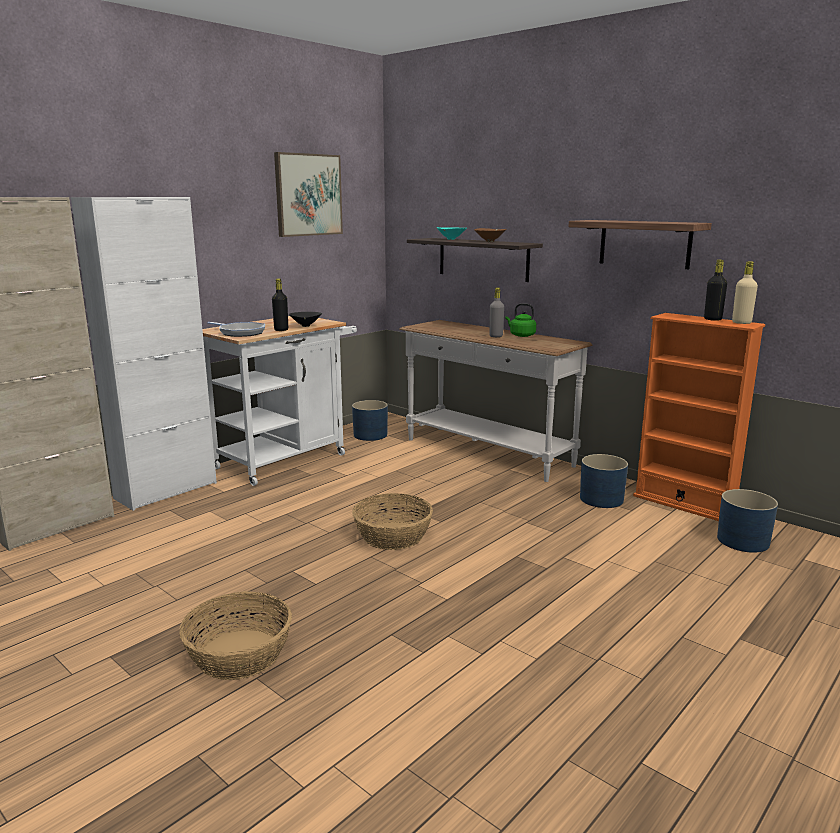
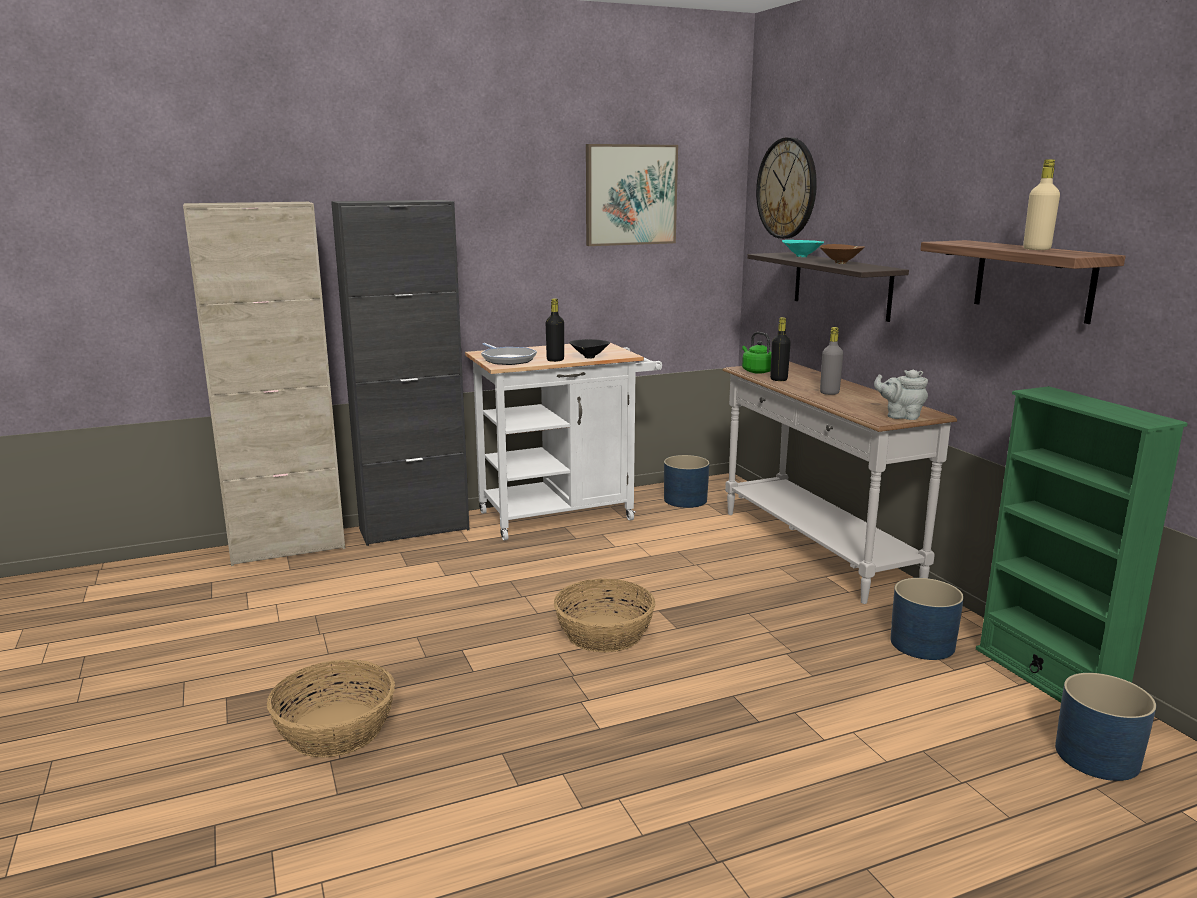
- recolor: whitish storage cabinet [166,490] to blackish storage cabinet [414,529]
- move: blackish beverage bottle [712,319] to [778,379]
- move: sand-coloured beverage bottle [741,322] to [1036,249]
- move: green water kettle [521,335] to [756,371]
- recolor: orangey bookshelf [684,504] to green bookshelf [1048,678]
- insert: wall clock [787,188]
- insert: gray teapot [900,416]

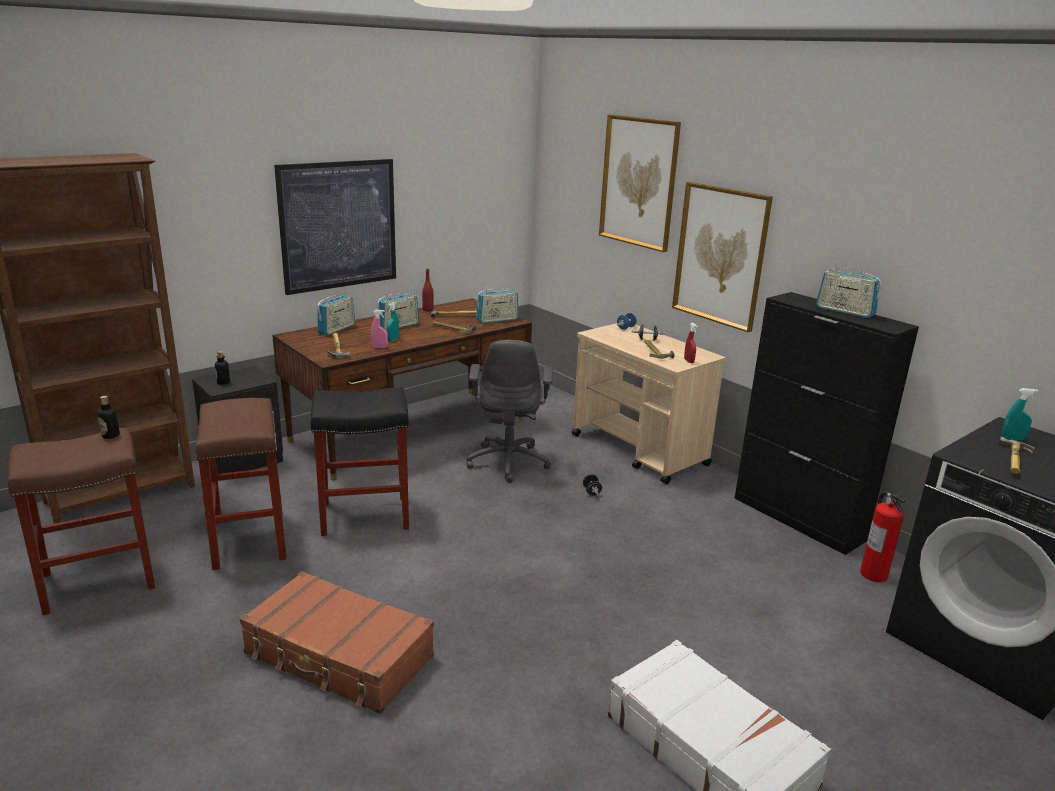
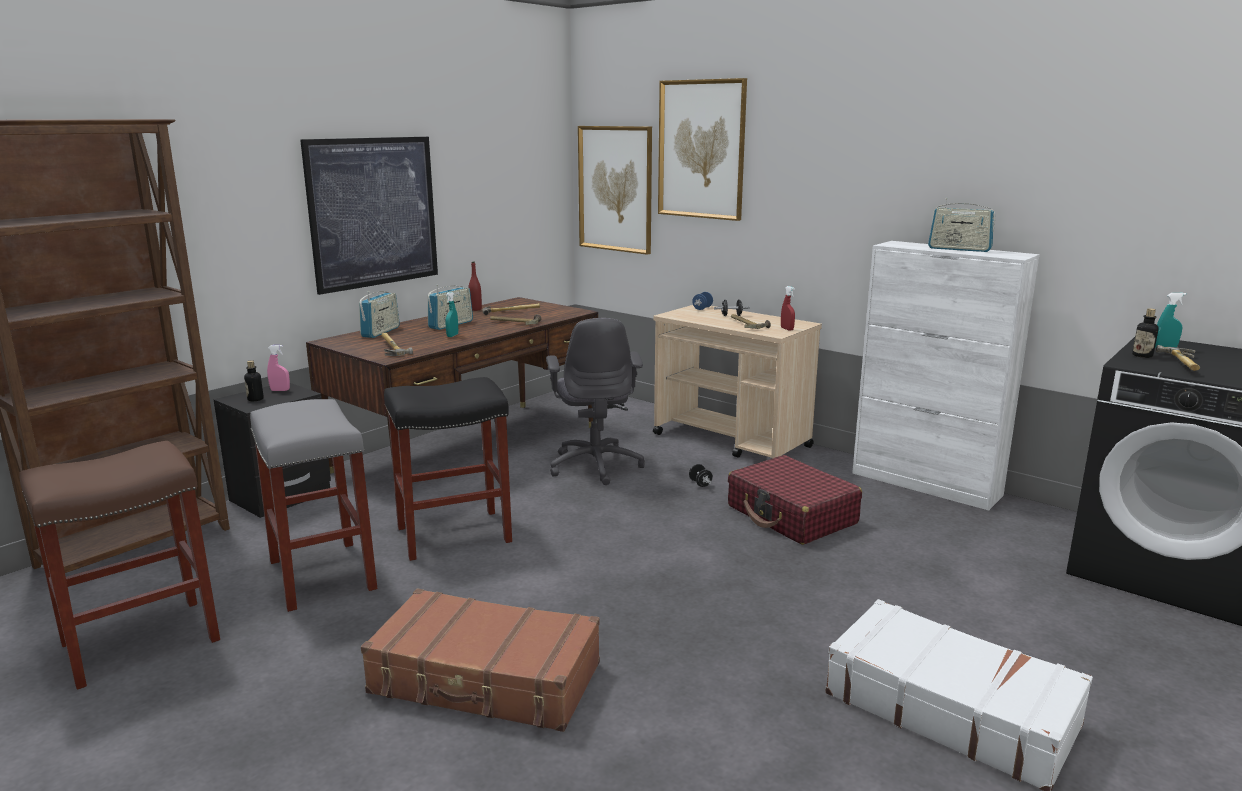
- move: wall art [720,255] to [615,189]
- delete: radio set [497,320]
- recolor: blackish storage cabinet [798,519] to whitish storage cabinet [926,484]
- move: pink sprayer [379,347] to [280,390]
- move: beverage bottle [111,435] to [1142,355]
- recolor: brownish stool seat [248,539] to gray stool seat [321,574]
- delete: fire-fighting cylinder [873,574]
- insert: red-coloured piece of luggage [791,515]

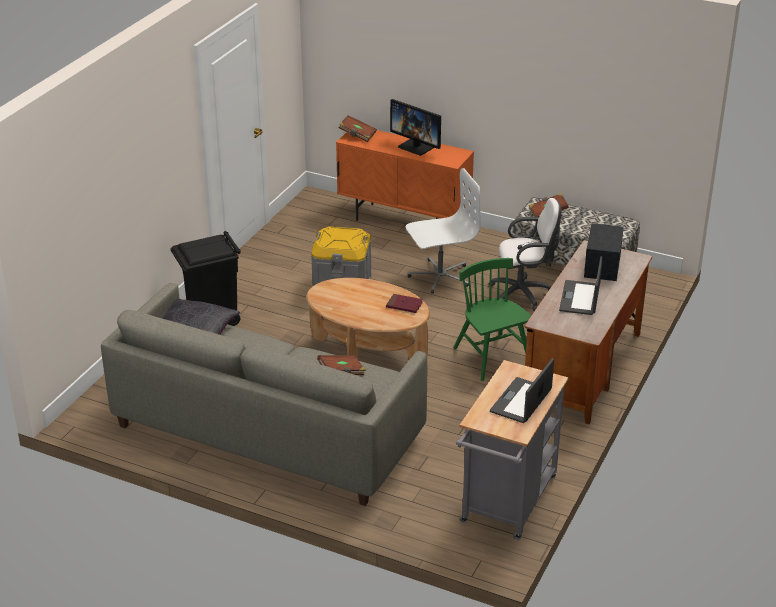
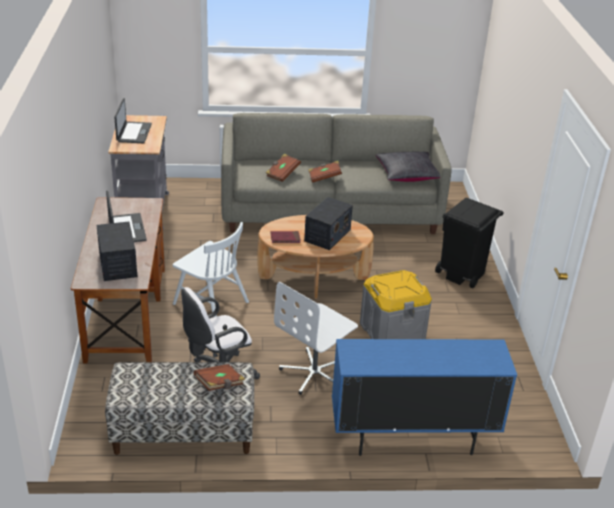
- delete: computer screen [417,147]
- move: brownish bound book [357,135] to [324,177]
- recolor: orangey storage cabinet [404,222] to blue-coloured storage cabinet [412,438]
- recolor: green chair [492,357] to whitish chair [210,303]
- insert: radio set [327,235]

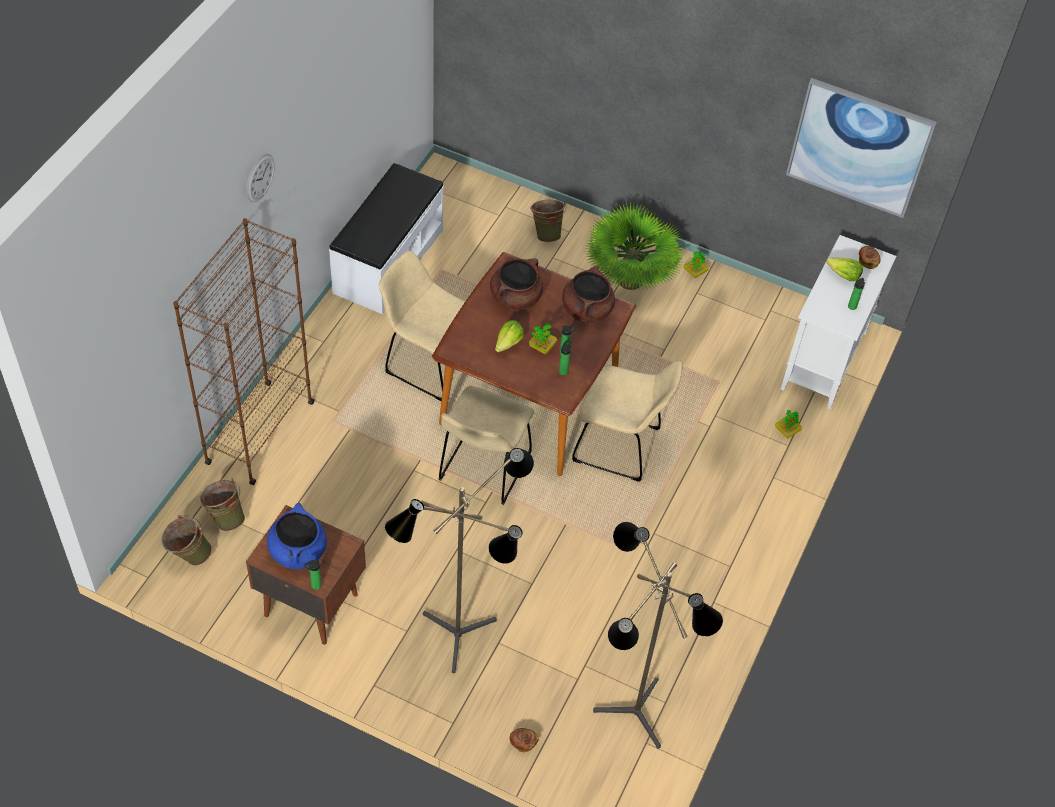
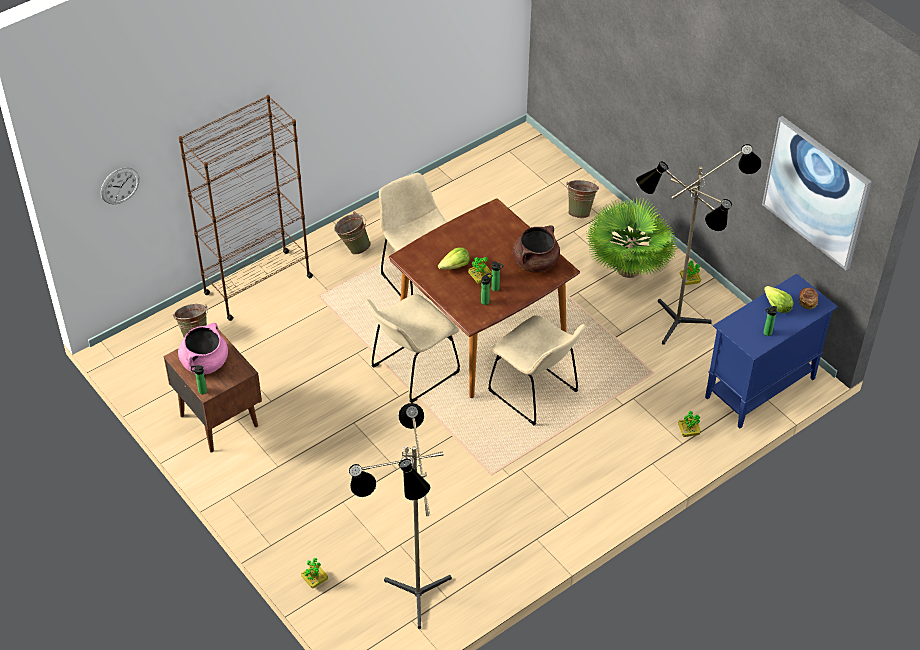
- move: wall clock [260,178] to [120,185]
- delete: whitish bench [387,261]
- recolor: whitish storage cabinet [823,361] to blue-coloured storage cabinet [759,388]
- delete: brownish stockpot [515,298]
- move: standing lamp [462,642] to [679,328]
- recolor: blue-coloured stockpot [298,551] to pink stockpot [205,362]
- move: green bucket [188,556] to [353,247]
- replace: bread [523,742] to houseplant [315,580]

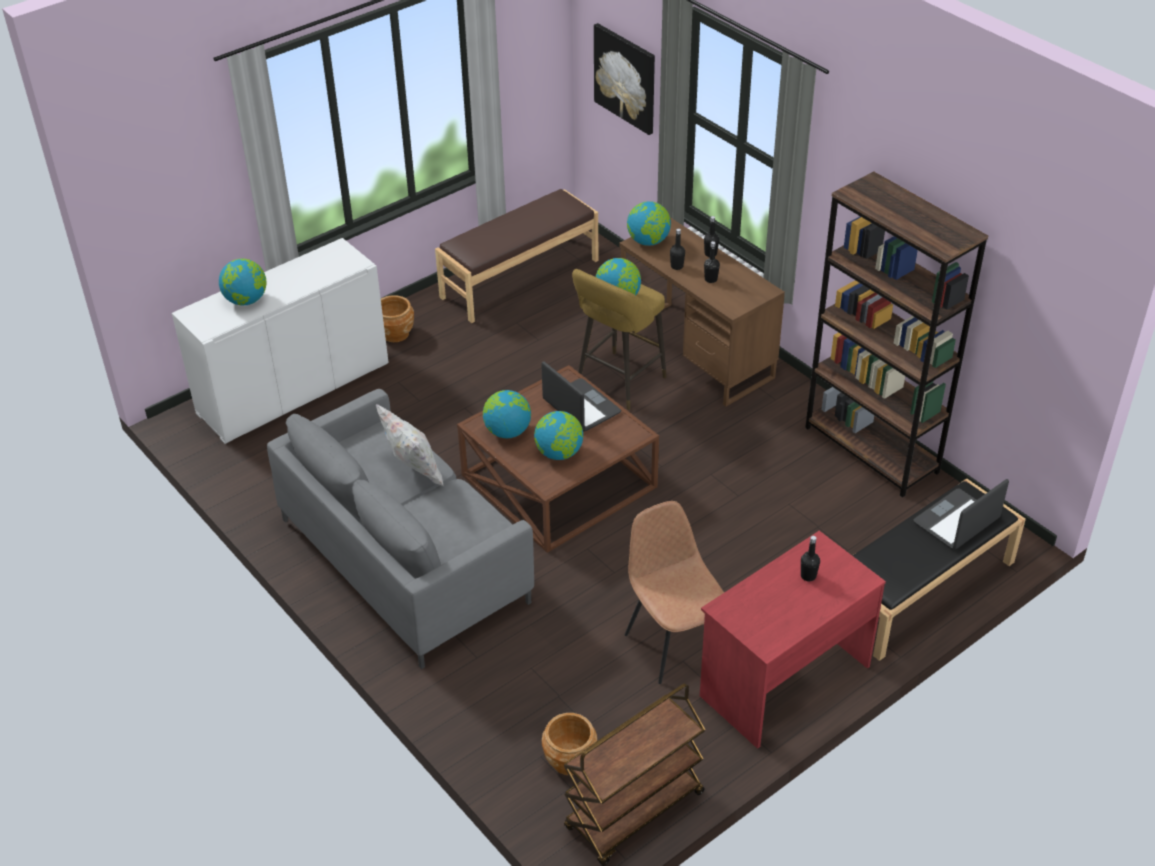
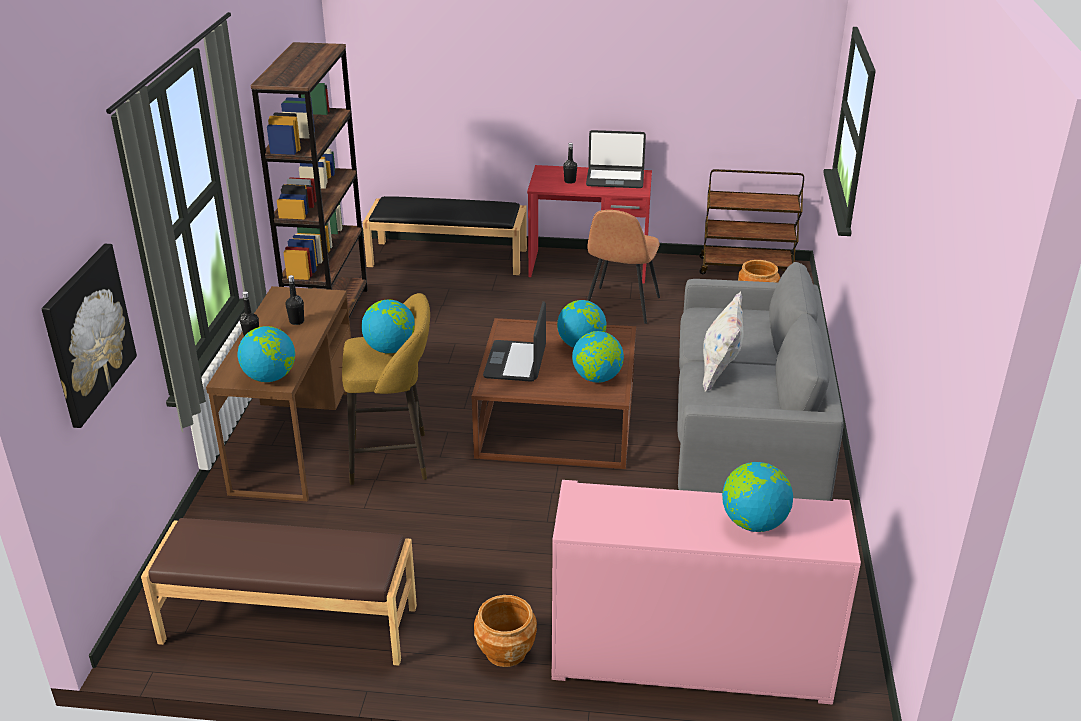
- delete: blackish beverage bottle [677,266]
- recolor: whitish storage cabinet [293,389] to pink storage cabinet [690,658]
- move: portable computer [957,521] to [615,179]

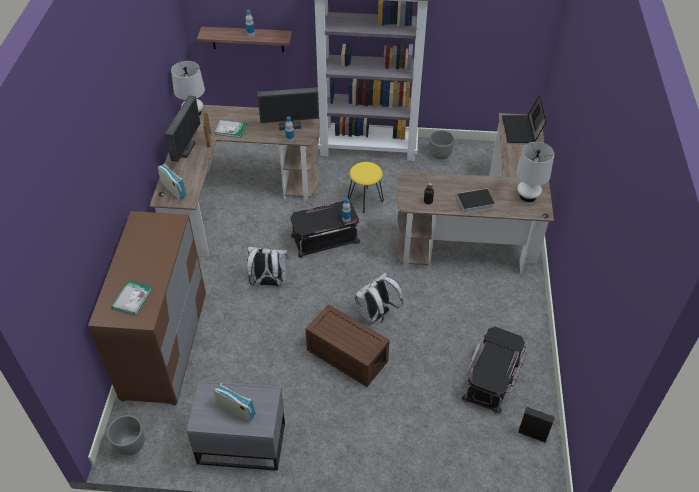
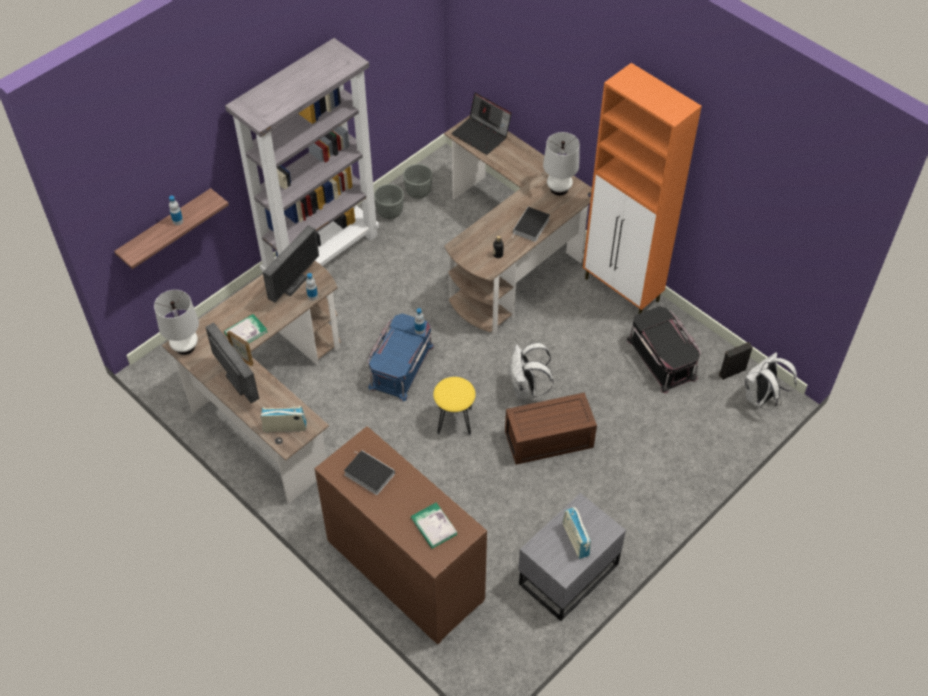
- move: yellow-coloured stool seat [365,200] to [455,420]
- recolor: blackish storage bin [325,238] to blue-coloured storage bin [400,366]
- move: whitish backpack [269,282] to [761,398]
- rotate: radio set [235,410] = [575,539] 90 degrees counterclockwise
- move: gray planter [130,444] to [418,192]
- insert: orangey storage cabinet [622,290]
- insert: bound book [368,473]

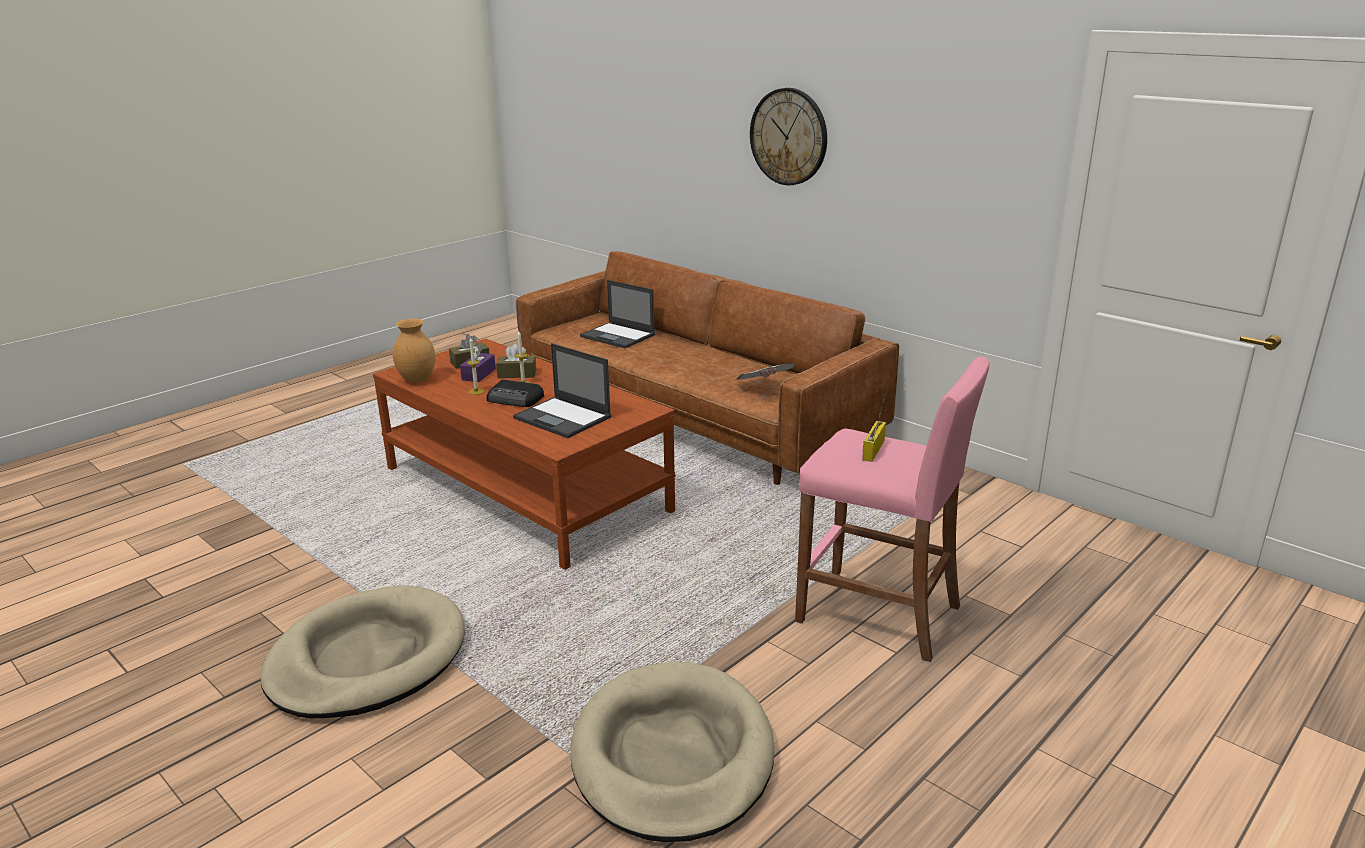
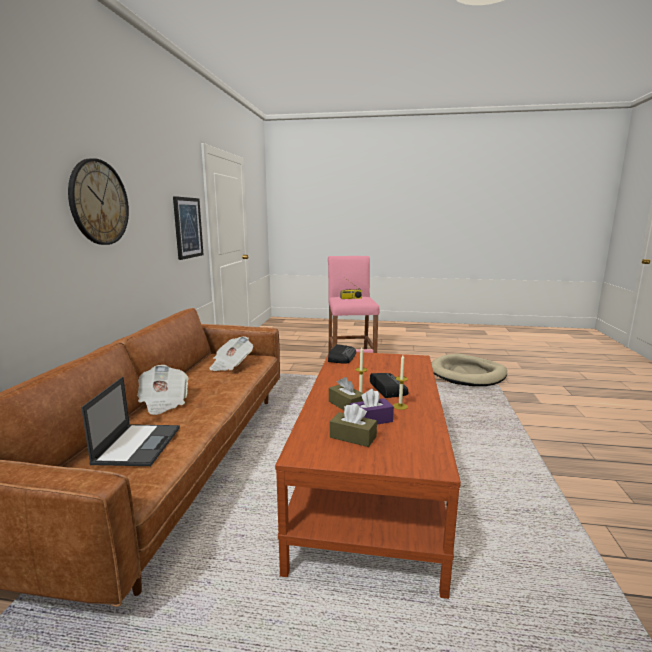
- delete: brownish vase [417,380]
- delete: portable computer [563,418]
- delete: sand-coloured pet bed [367,659]
- insert: wall art [187,227]
- insert: radio set [342,357]
- insert: daily paper [163,402]

